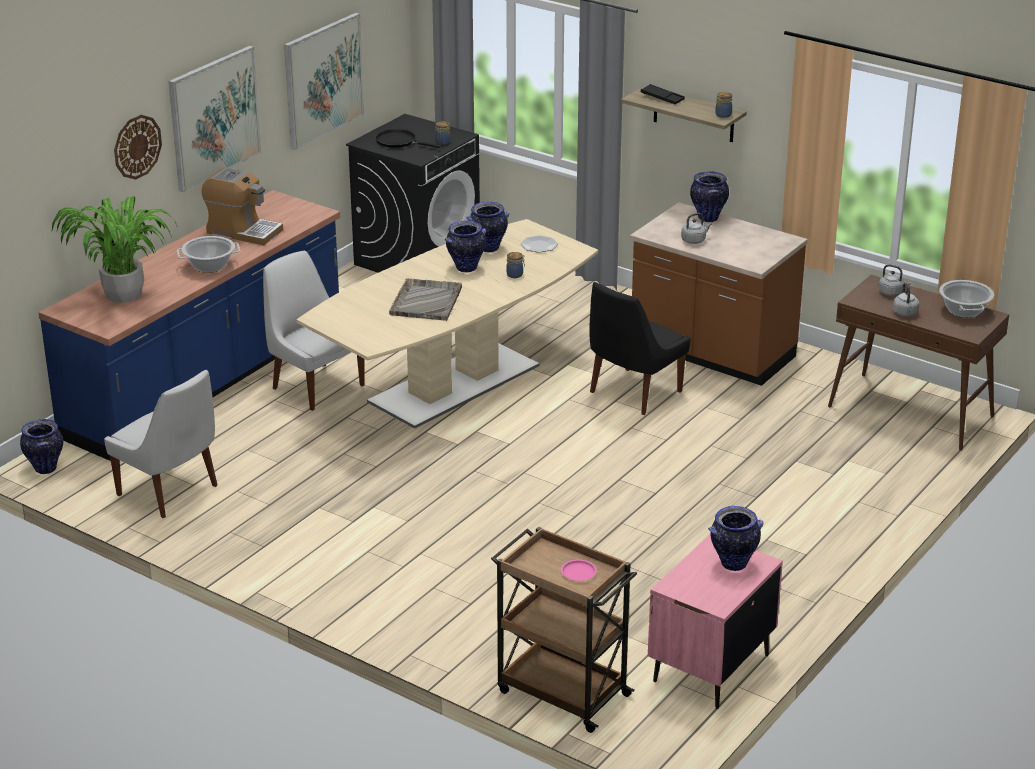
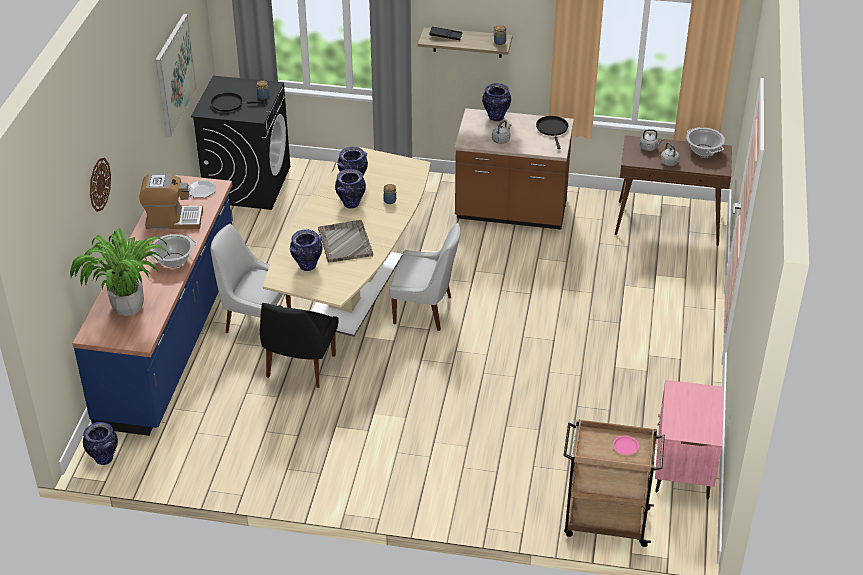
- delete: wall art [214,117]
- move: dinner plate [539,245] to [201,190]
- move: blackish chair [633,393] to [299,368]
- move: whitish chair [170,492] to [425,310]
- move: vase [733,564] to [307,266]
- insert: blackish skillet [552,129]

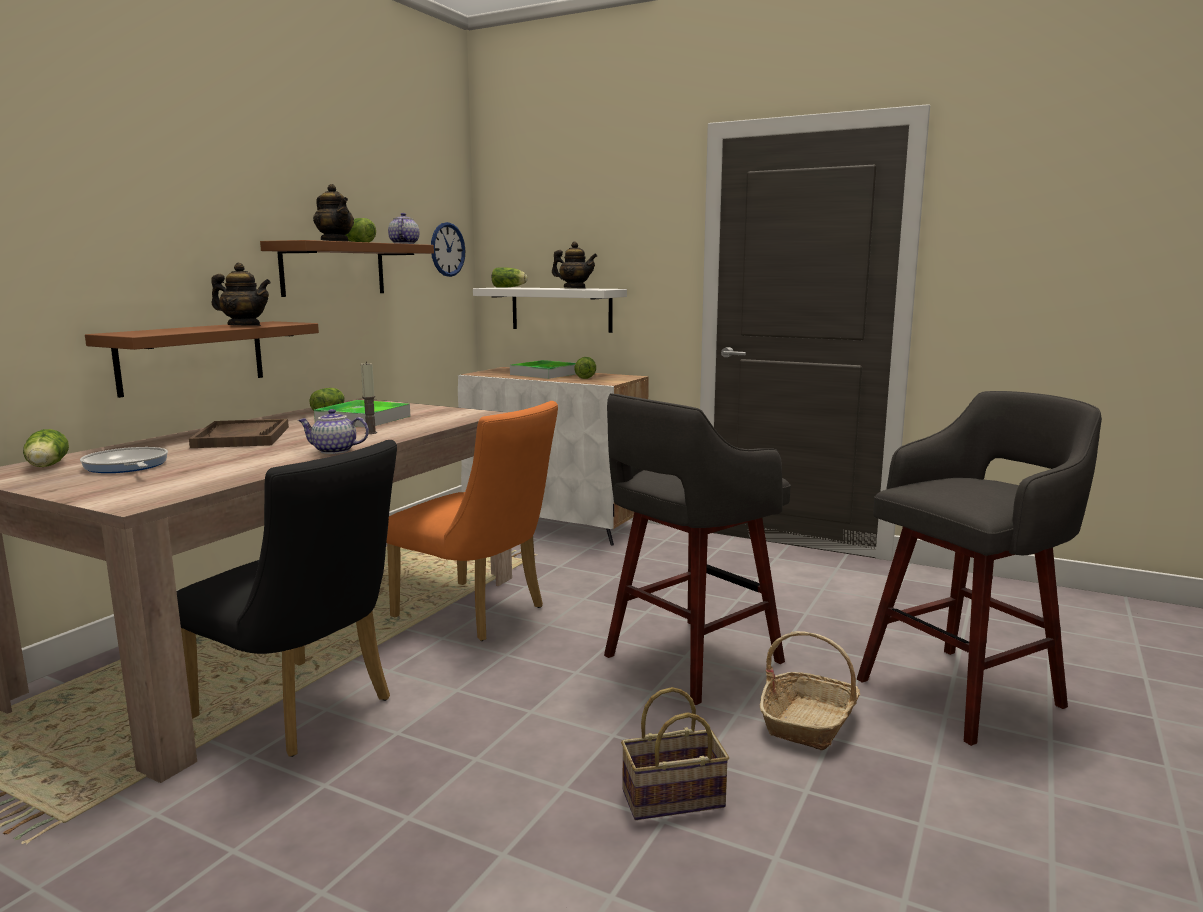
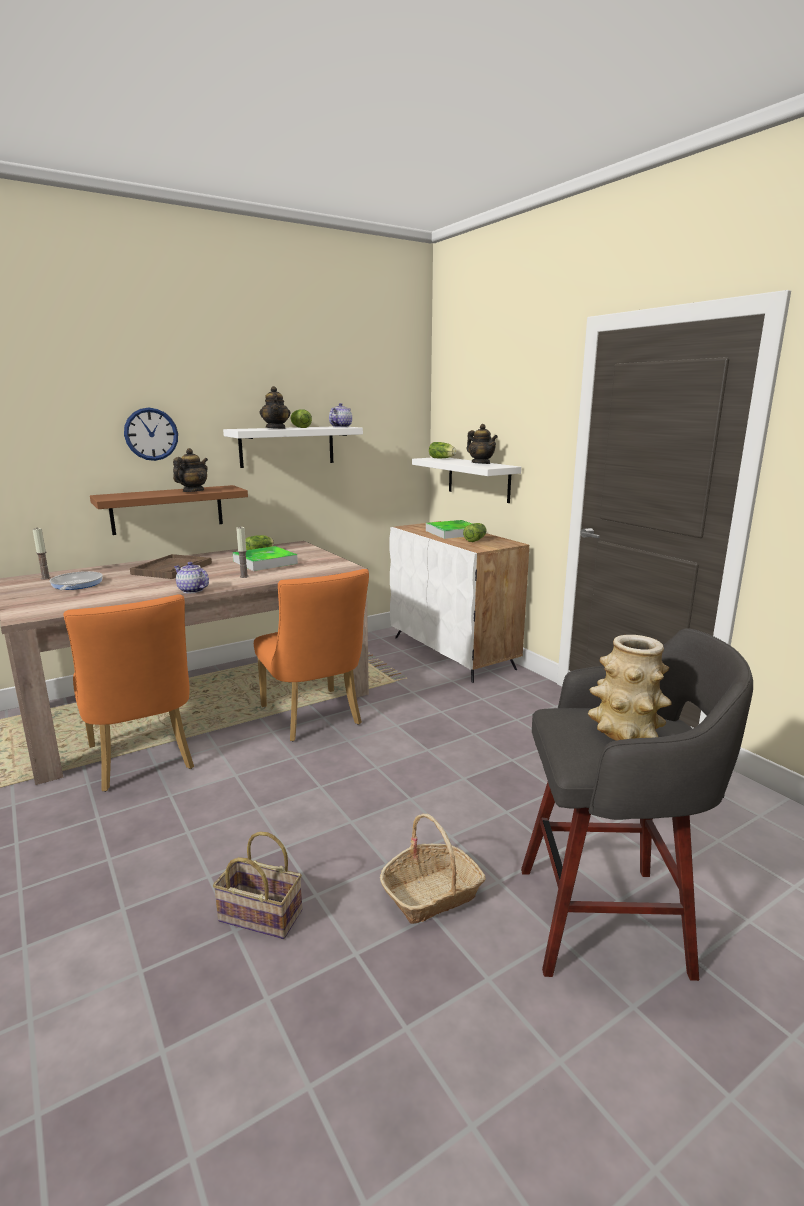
- move: wall clock [447,249] to [151,434]
- recolor: brownish wall shelf [333,269] to whitish wall shelf [287,446]
- rotate: teapot [244,326] = [193,491] 105 degrees counterclockwise
- delete: gray stool seat [688,660]
- replace: lettuce head [46,466] to wax candle [45,578]
- recolor: blackish chair [303,711] to orangey chair [143,761]
- insert: vase [625,731]

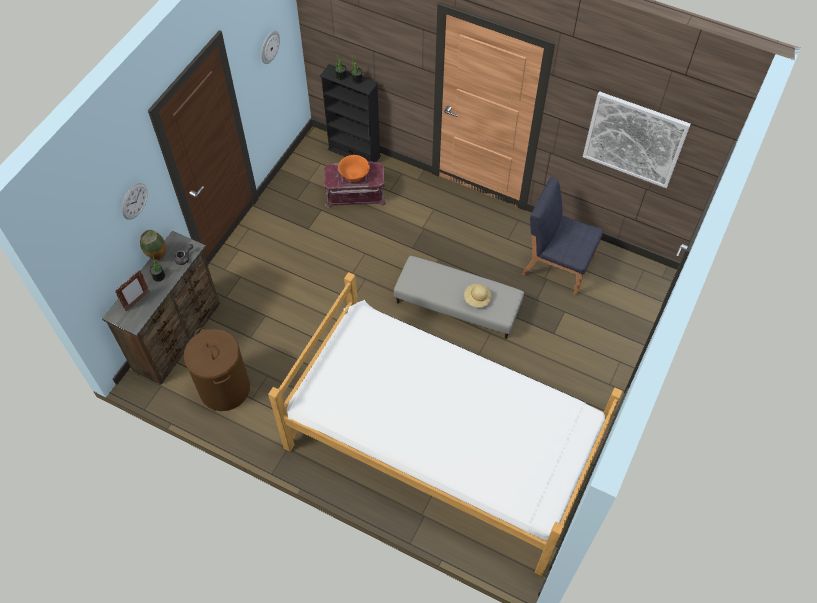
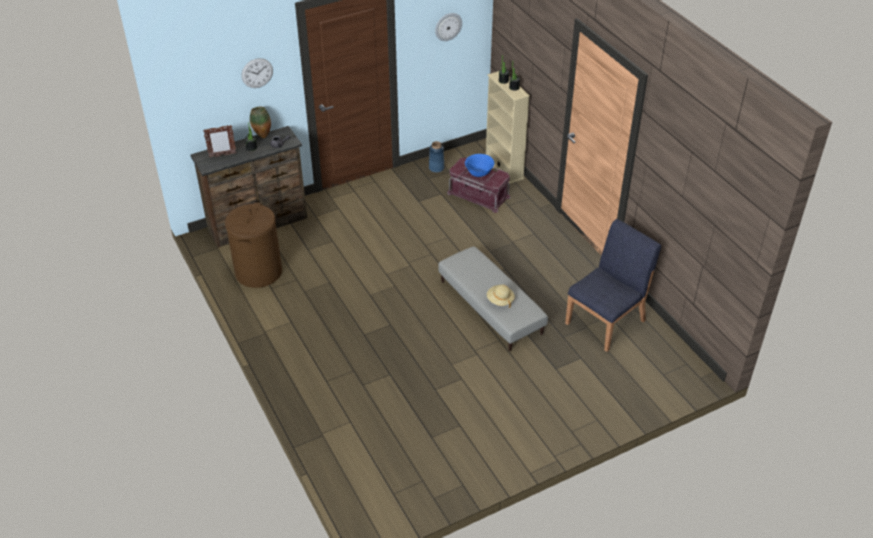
- recolor: blackish bookshelf [354,152] to sand-coloured bookshelf [504,168]
- delete: wall art [634,139]
- recolor: orangey bowl [354,176] to blue-coloured bowl [479,173]
- rotate: blue-coloured chair [557,265] = [606,321] 75 degrees clockwise
- delete: bed [441,447]
- insert: blue-coloured vase [436,168]

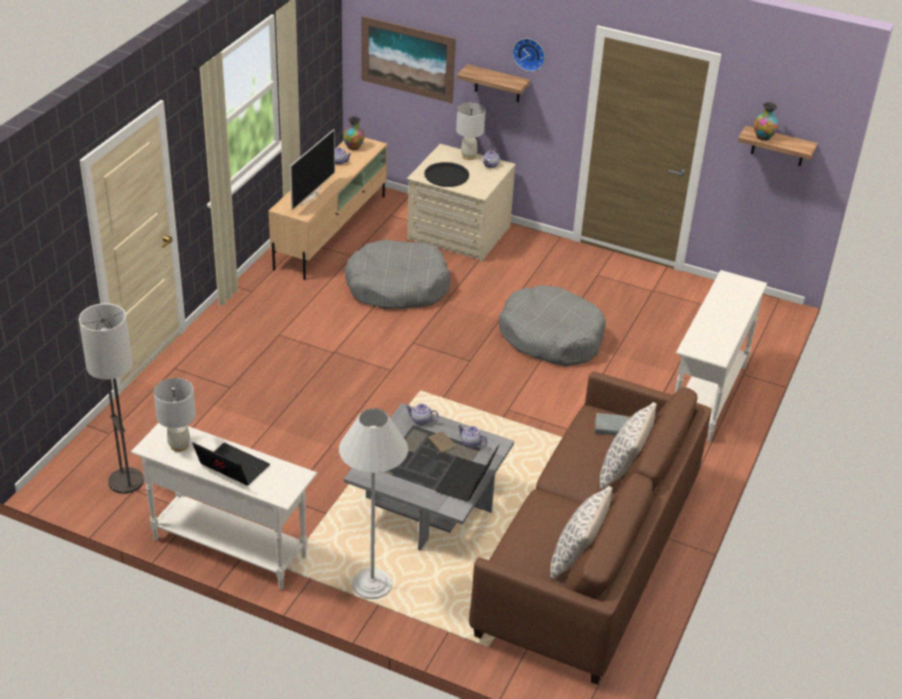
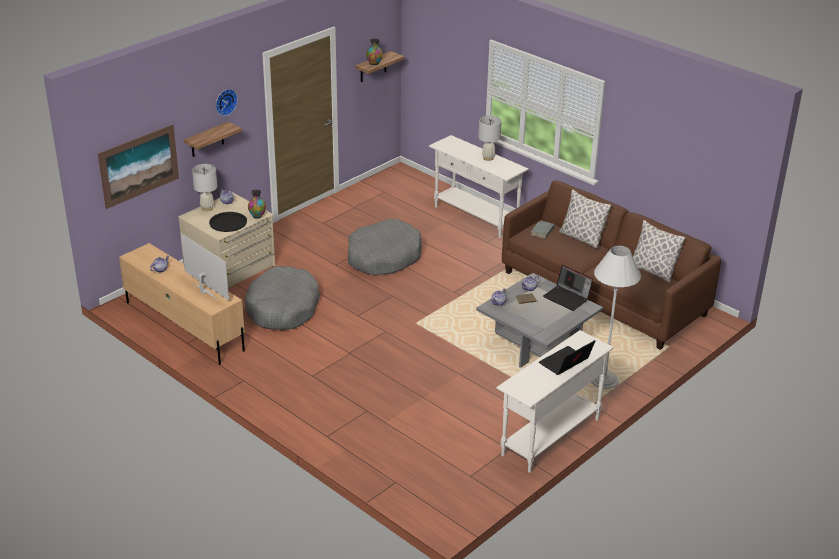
- move: vase [354,147] to [257,216]
- delete: standing lamp [125,481]
- move: whitish table lamp [179,445] to [488,158]

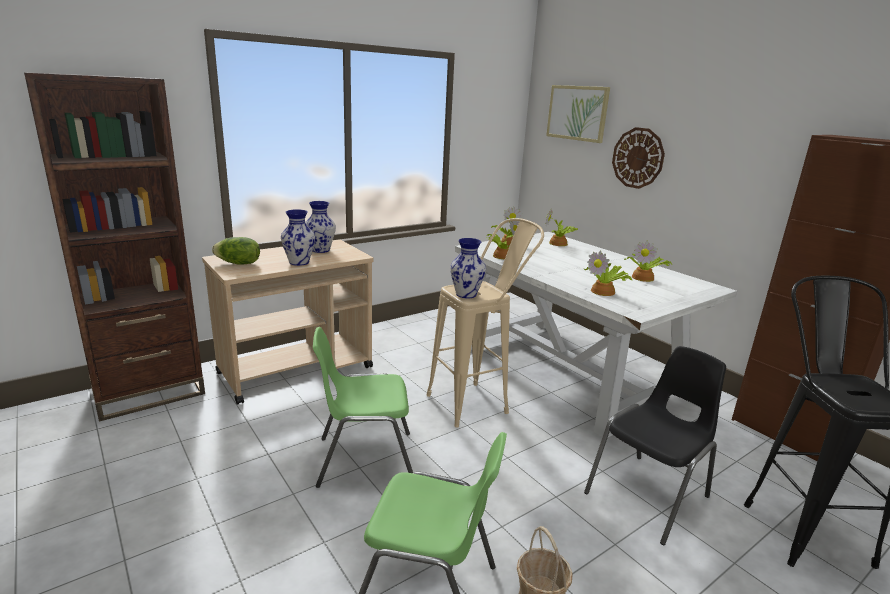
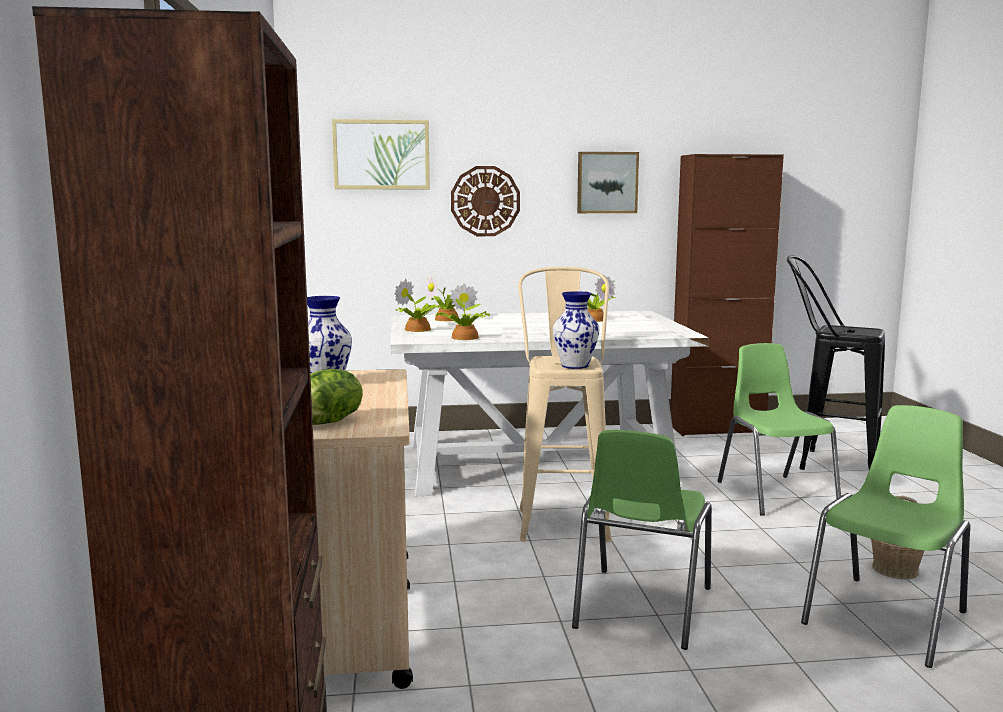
- delete: vase [299,262]
- delete: houseplant [604,291]
- recolor: blackish chair [649,495] to green chair [775,494]
- insert: wall art [607,182]

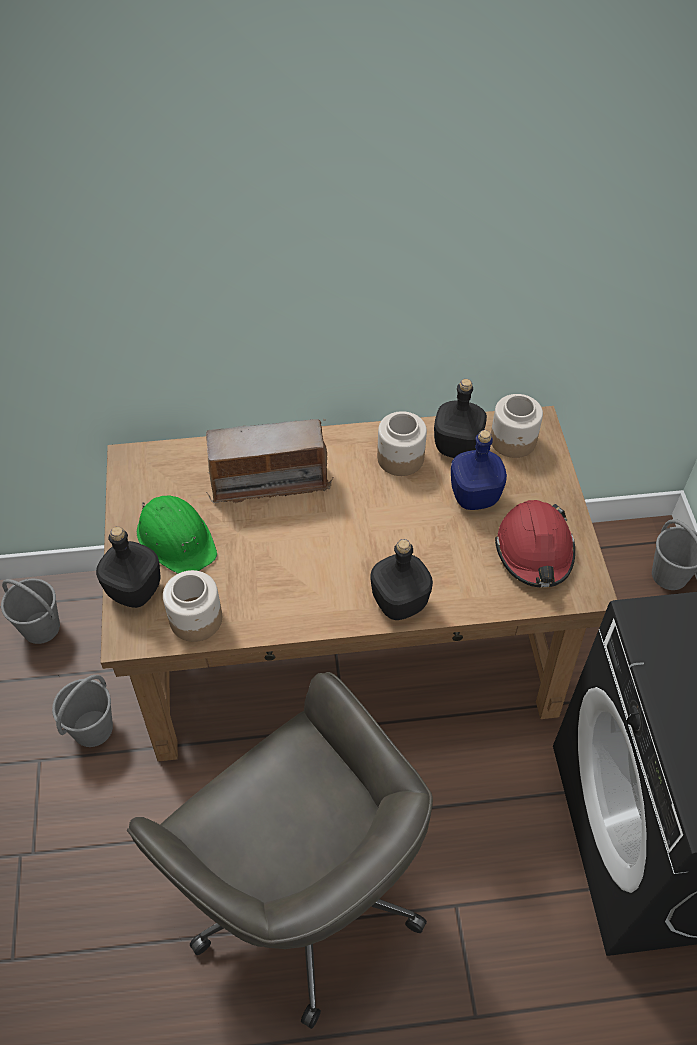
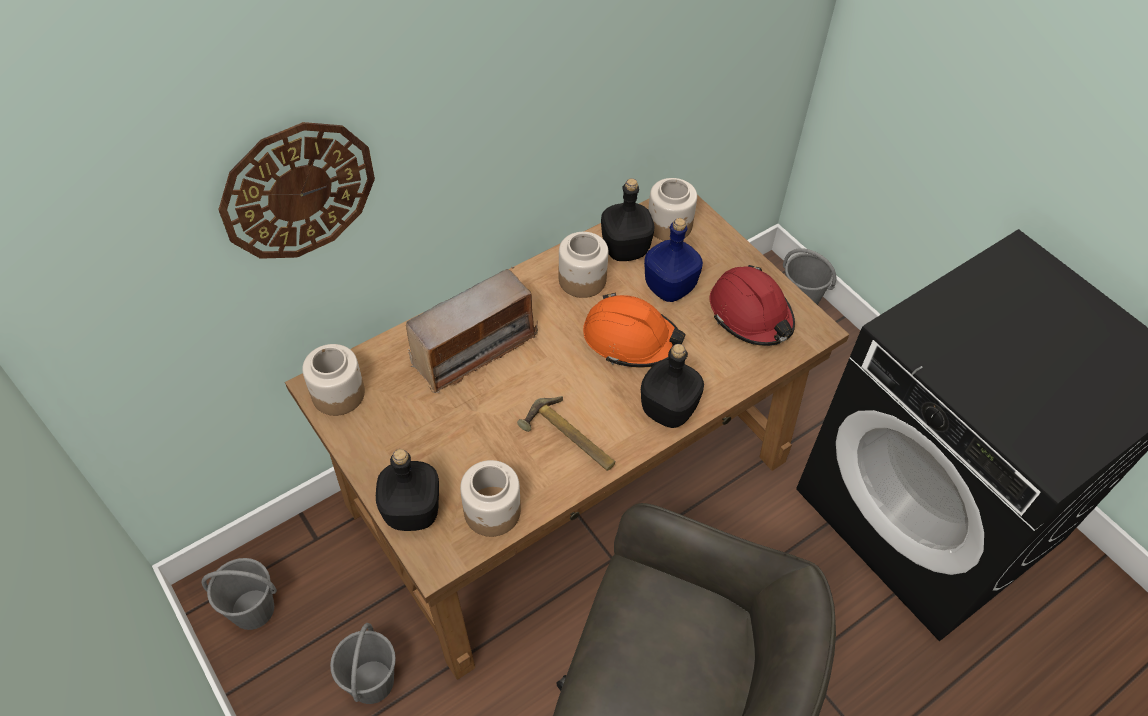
- delete: green safety helmet [176,538]
- insert: wall clock [298,191]
- insert: orangey safety helmet [631,339]
- insert: jar [338,393]
- insert: hand hammer [568,440]

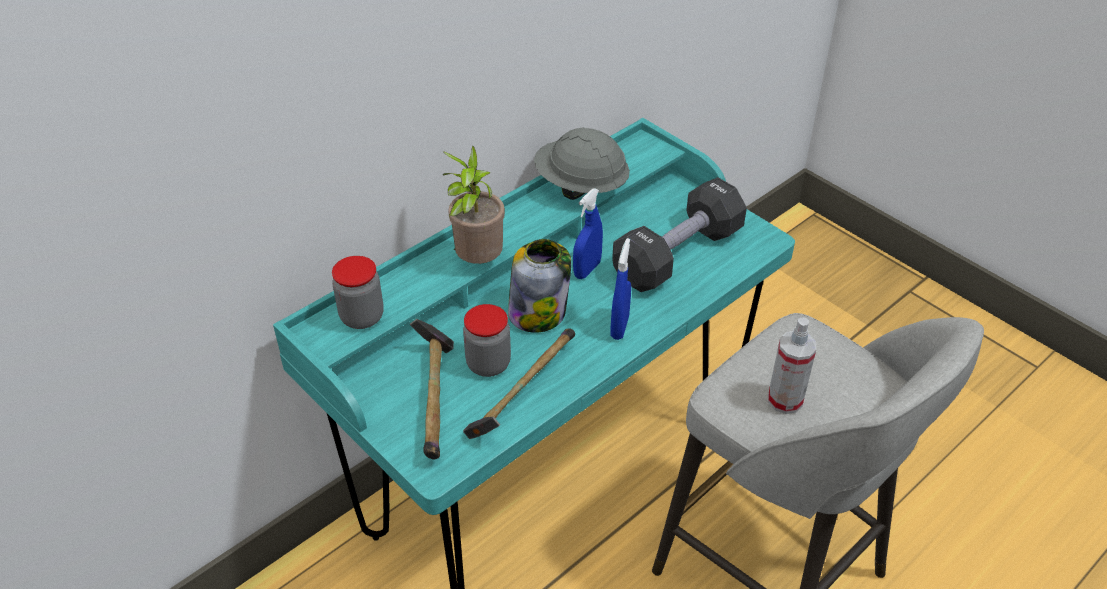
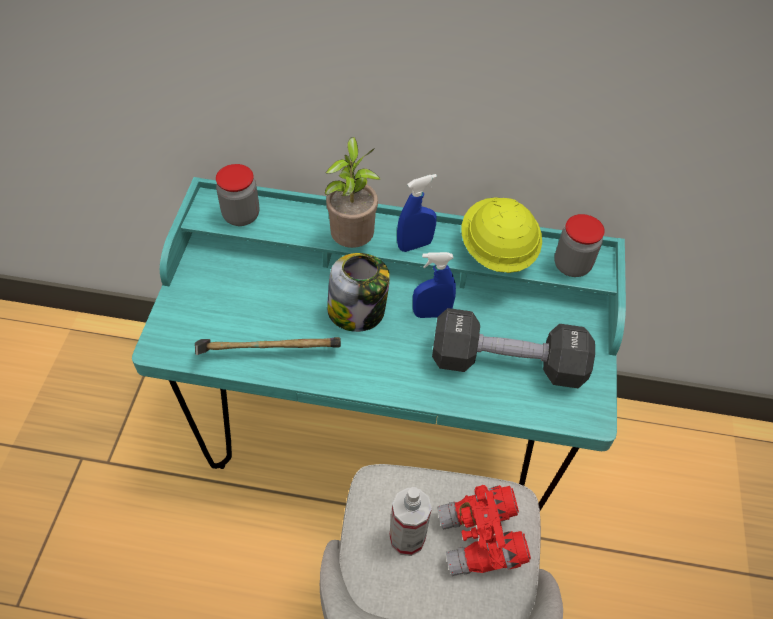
- recolor: gray safety helmet [580,187] to yellow-coloured safety helmet [497,251]
- move: blue-coloured sprayer [619,327] to [415,245]
- move: jar [488,364] to [572,265]
- delete: hand hammer [435,399]
- insert: red-coloured binoculars [481,540]

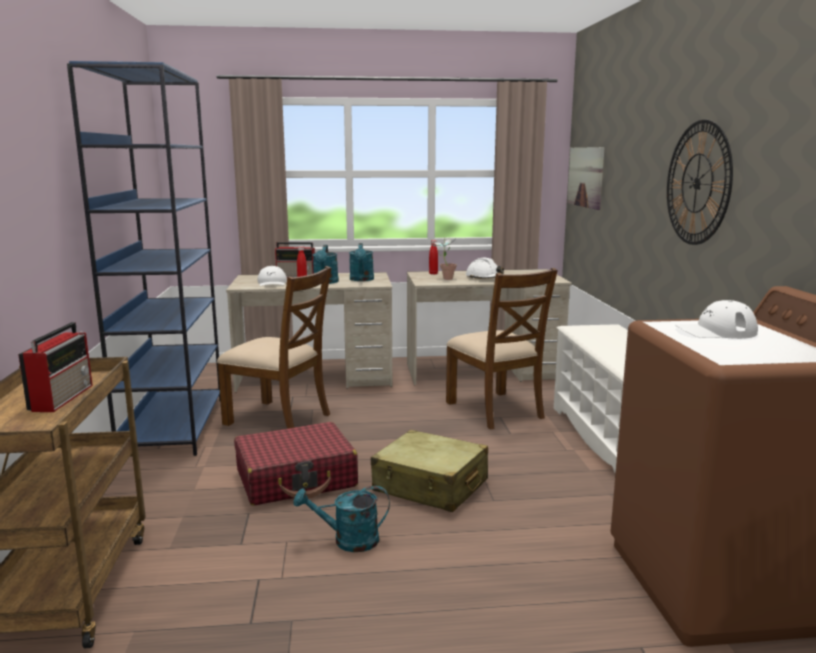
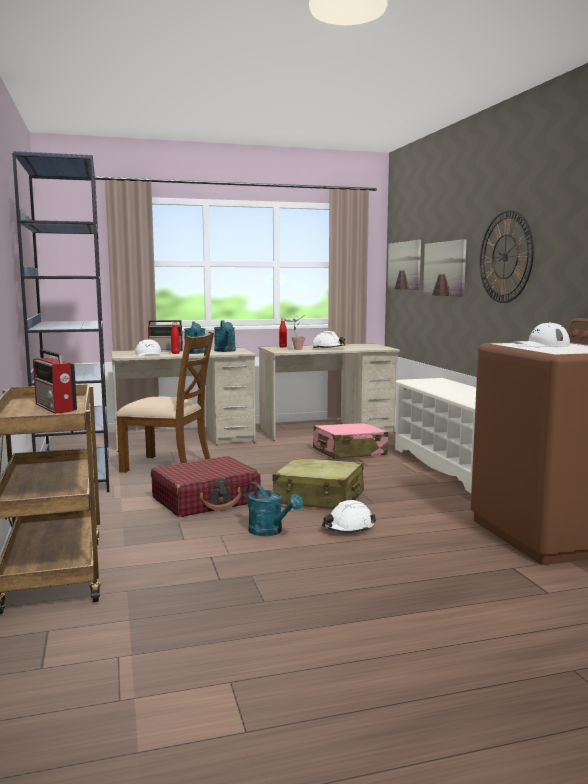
- replace: brownish chair [495,410] to pink piece of luggage [349,452]
- rotate: radio set [63,397] = [55,407] 150 degrees clockwise
- rotate: turquoise sprinkling can [348,541] = [270,531] 120 degrees counterclockwise
- insert: wall art [444,268]
- insert: whitish safety helmet [348,528]

